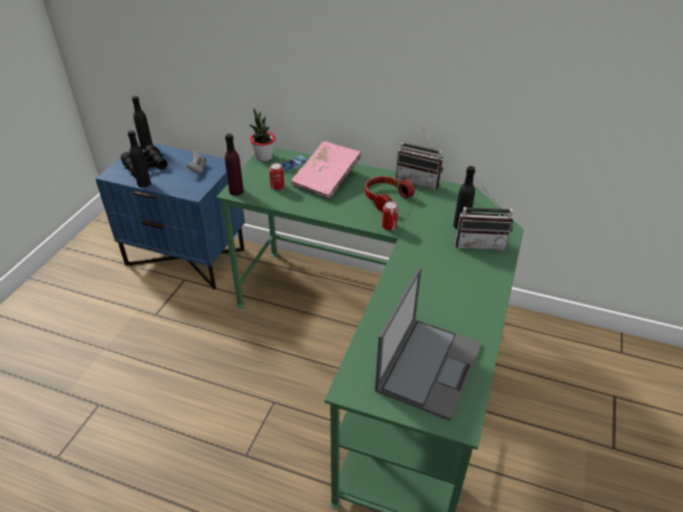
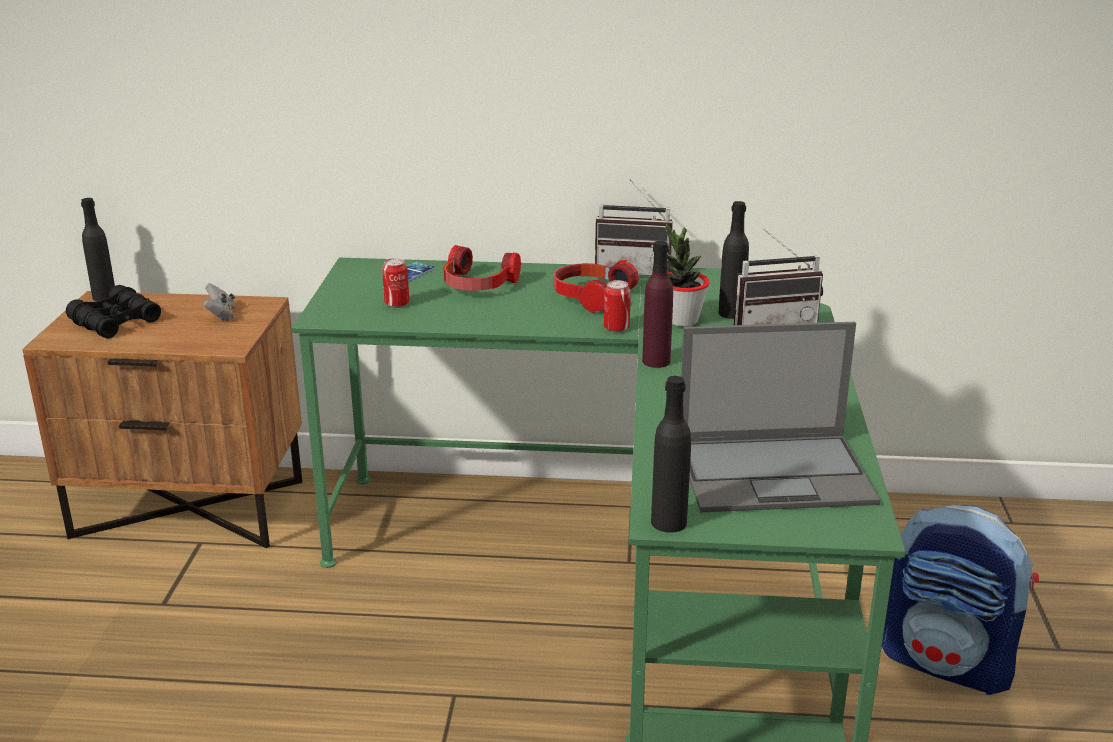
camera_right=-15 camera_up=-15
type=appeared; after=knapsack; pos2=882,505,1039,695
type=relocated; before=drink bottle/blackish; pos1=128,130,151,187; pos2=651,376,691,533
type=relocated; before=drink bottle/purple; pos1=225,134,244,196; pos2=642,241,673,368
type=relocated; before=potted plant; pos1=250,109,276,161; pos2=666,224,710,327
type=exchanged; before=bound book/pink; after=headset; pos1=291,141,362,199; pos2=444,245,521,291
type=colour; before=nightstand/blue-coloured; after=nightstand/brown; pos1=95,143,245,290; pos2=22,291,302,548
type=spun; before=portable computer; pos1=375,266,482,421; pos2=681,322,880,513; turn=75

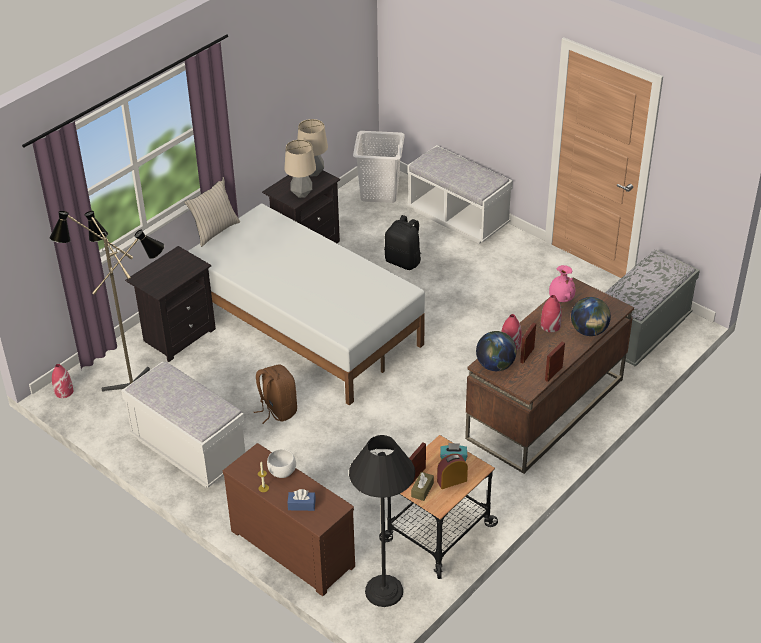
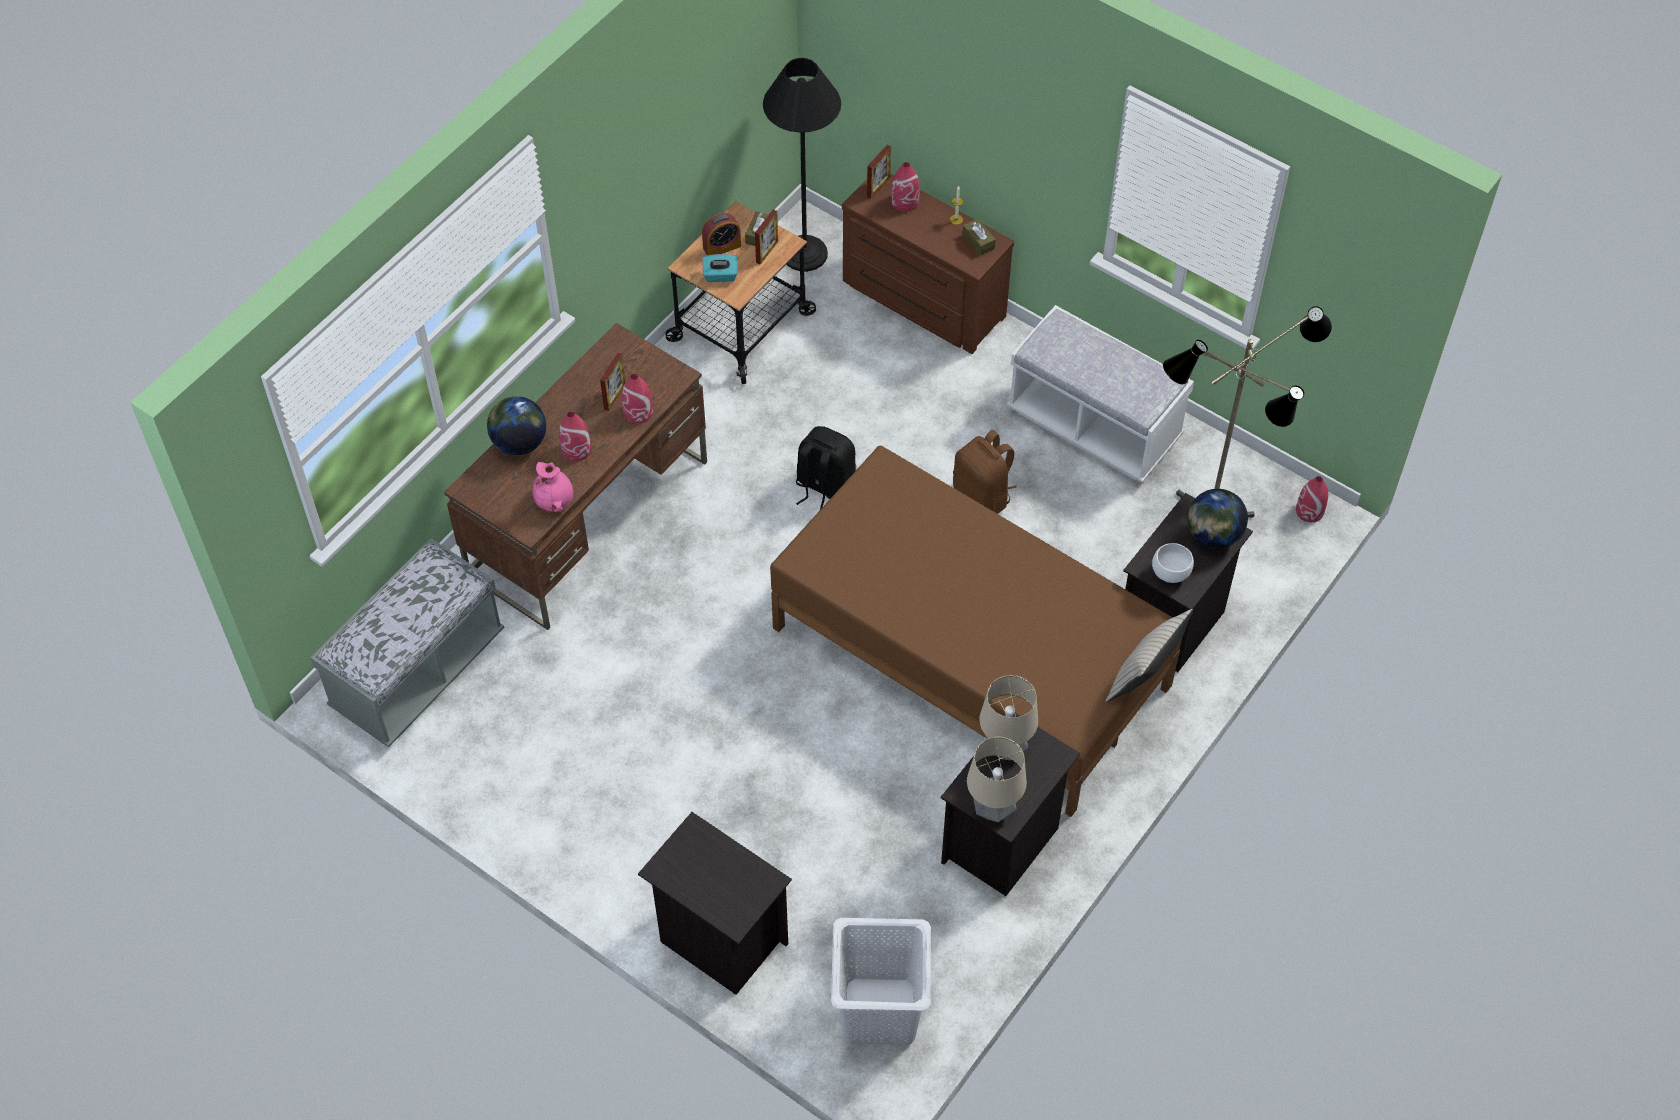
camera_right=175 camera_up=15
type=appeared; after=tissue box/brown; pos2=963,219,996,256
type=relocated; before=serving bowl/white; pos1=267,449,296,478; pos2=1152,543,1194,583
type=relocated; before=knapsack/blackish; pos1=384,215,421,270; pos2=796,426,856,510
type=relocated; before=world globe; pos1=476,331,517,371; pos2=1187,489,1248,548
type=relocated; before=standing frame; pos1=545,342,565,382; pos2=867,145,891,198
type=exchanged; before=tissue box/blue-coloured; after=flower vase/red; pos1=287,489,316,511; pos2=891,162,920,212
type=exchanged; before=bench/white; after=nightstand/blackish; pos1=408,145,513,244; pos2=638,812,792,995
type=colour; before=sleeping bed/white; after=sleeping bed/brown; pos1=188,203,425,406; pos2=770,446,1183,817

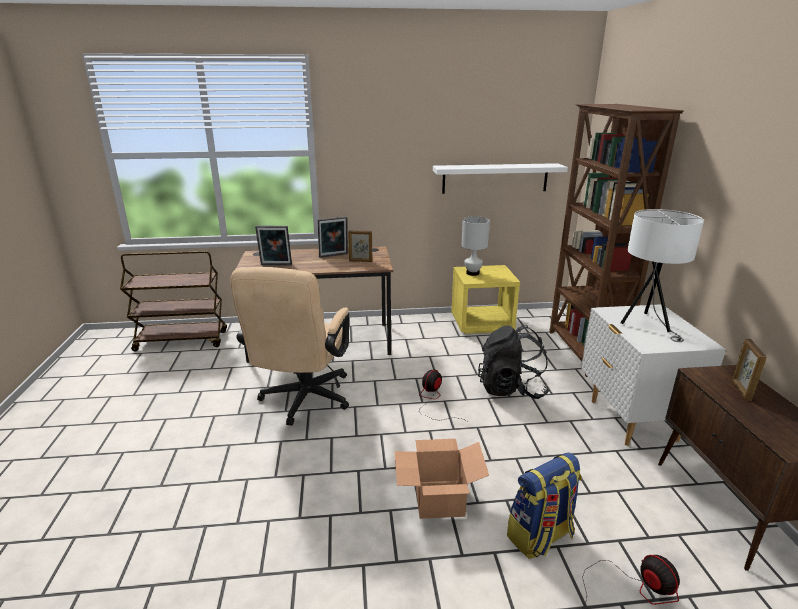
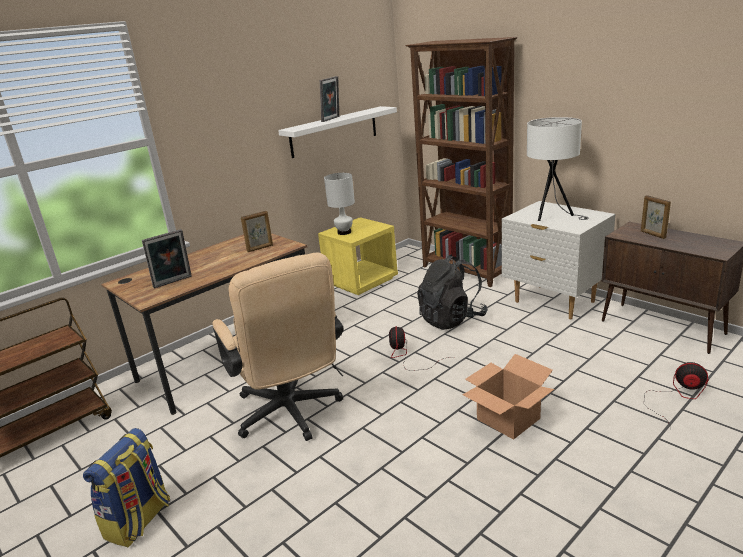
camera_right=-35 camera_up=0
type=relocated; before=standing frame; pos1=317,216,348,258; pos2=320,76,339,122
type=relocated; before=knapsack; pos1=507,453,582,559; pos2=83,428,170,547

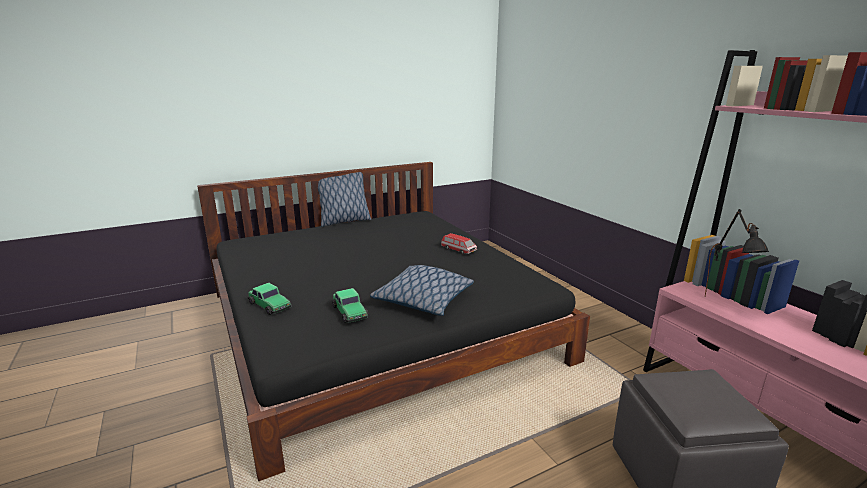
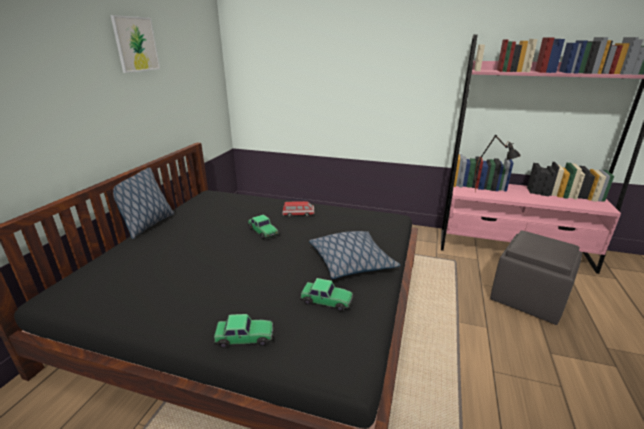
camera_right=-45 camera_up=5
type=appeared; after=picture; pos2=111,15,160,73
type=appeared; after=toy car; pos2=248,214,279,239

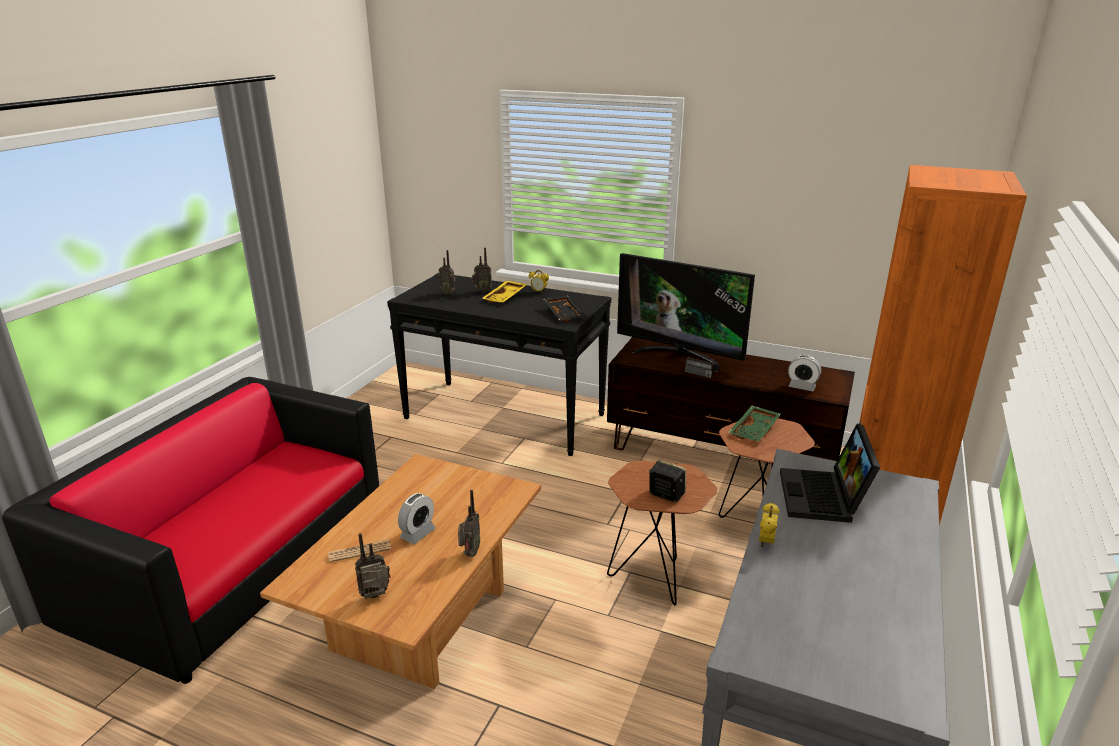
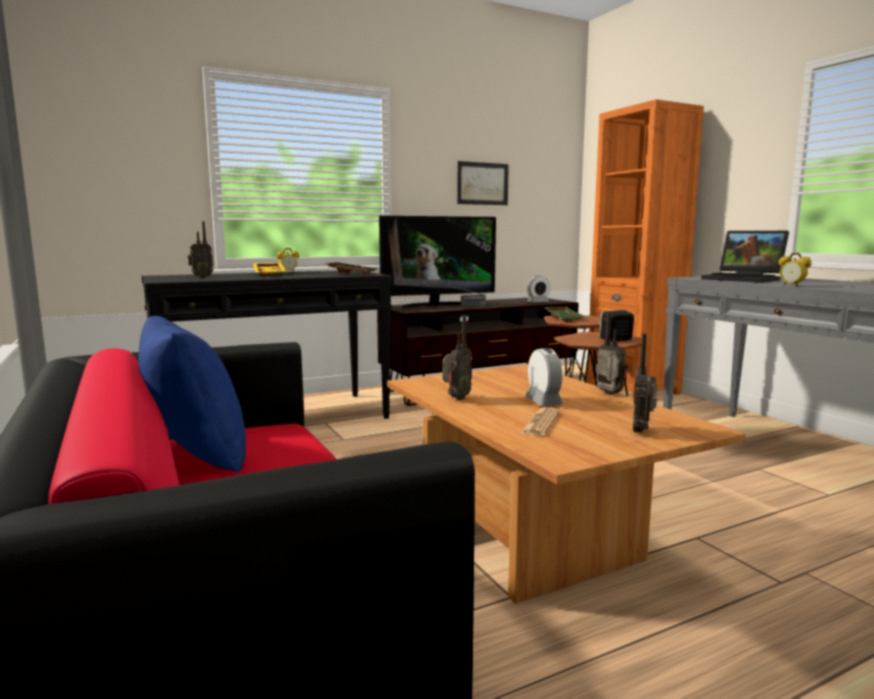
camera_right=-50 camera_up=-15
type=appeared; after=throw pillow/blue-coloured; pos2=139,316,246,474
type=appeared; after=picture; pos2=457,161,509,205
type=relocated; before=radio set; pos1=472,248,492,293; pos2=442,315,472,400

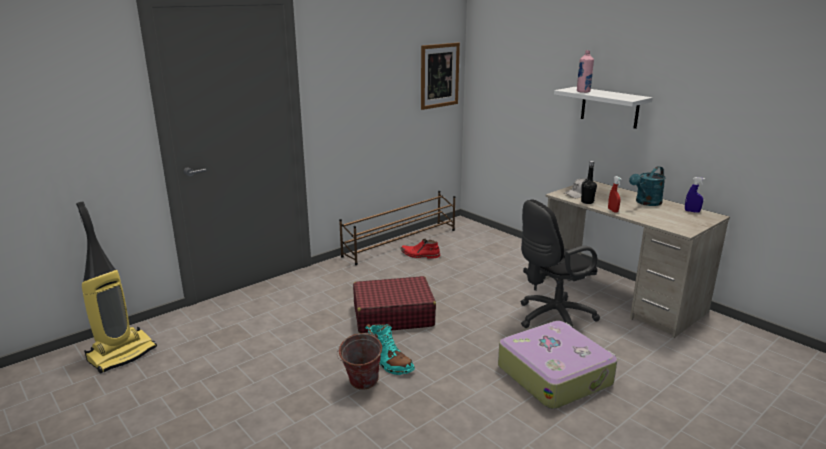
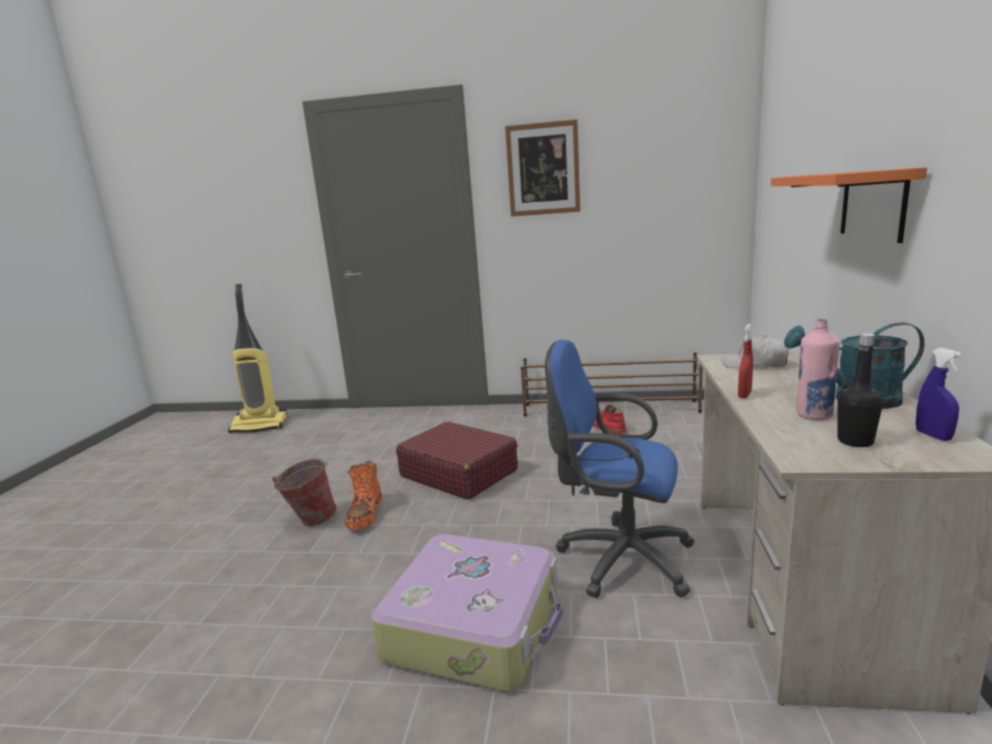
camera_right=50 camera_up=-5
type=relocated; before=picture; pos1=421,43,460,110; pos2=505,119,580,216
type=relocated; before=drink bottle/pink; pos1=577,50,594,93; pos2=796,319,840,420
type=relocated; before=drink bottle/blackish; pos1=581,161,597,204; pos2=838,333,883,447
type=colour; before=high-top boot/turquoise-coloured; after=high-top boot/orange-coloured; pos1=365,324,415,375; pos2=346,460,382,530
type=colour; before=office chair/blackish; after=office chair/blue-coloured; pos1=521,200,600,328; pos2=545,340,695,598
type=colour; before=wall shelf/white; after=wall shelf/orange-coloured; pos1=554,87,653,129; pos2=771,167,927,243

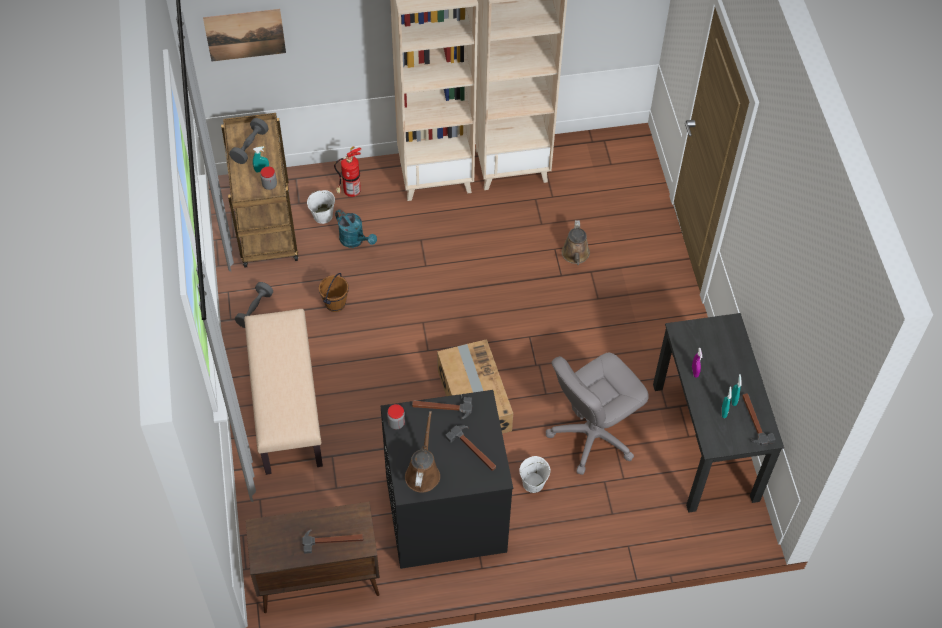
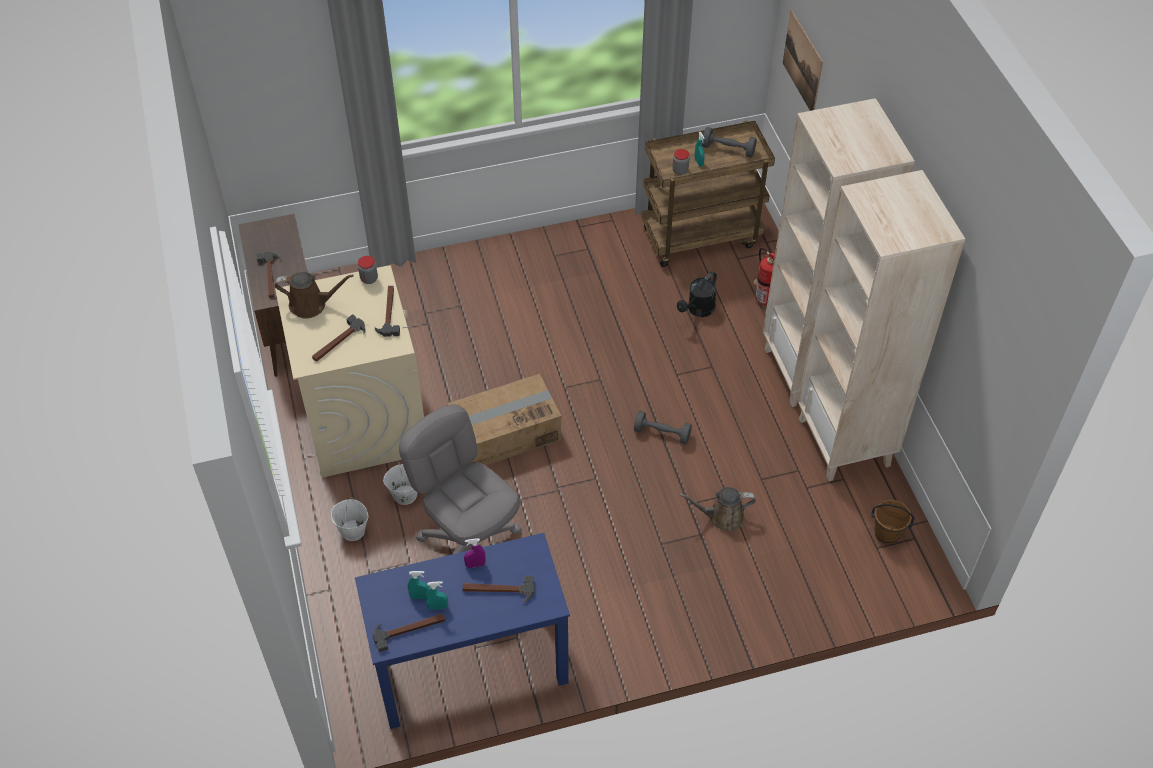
camera_right=85 camera_up=-5
type=missing; before=bench/beige-coloured; pos1=244,309,323,475
type=appeared; after=tool hammer; pos2=463,576,535,603
type=relocated; before=hand weight/greyish; pos1=235,282,273,328; pos2=634,411,692,444
type=relocated; before=bucket/white; pos1=307,190,335,224; pos2=331,497,369,541
type=relocated; before=bucket/brown; pos1=319,273,349,312; pos2=871,500,915,545
type=colour; before=watering can/turquoise-coloured; after=watering can/blackish; pos1=335,209,377,248; pos2=677,272,717,317
type=colour; before=laundry machine/blackish; after=laundry machine/beige-coloured; pos1=381,390,513,569; pos2=275,265,424,478
type=colour; before=desk table/blackish; after=desk table/blue-coloured; pos1=653,313,784,513; pos2=355,533,570,729

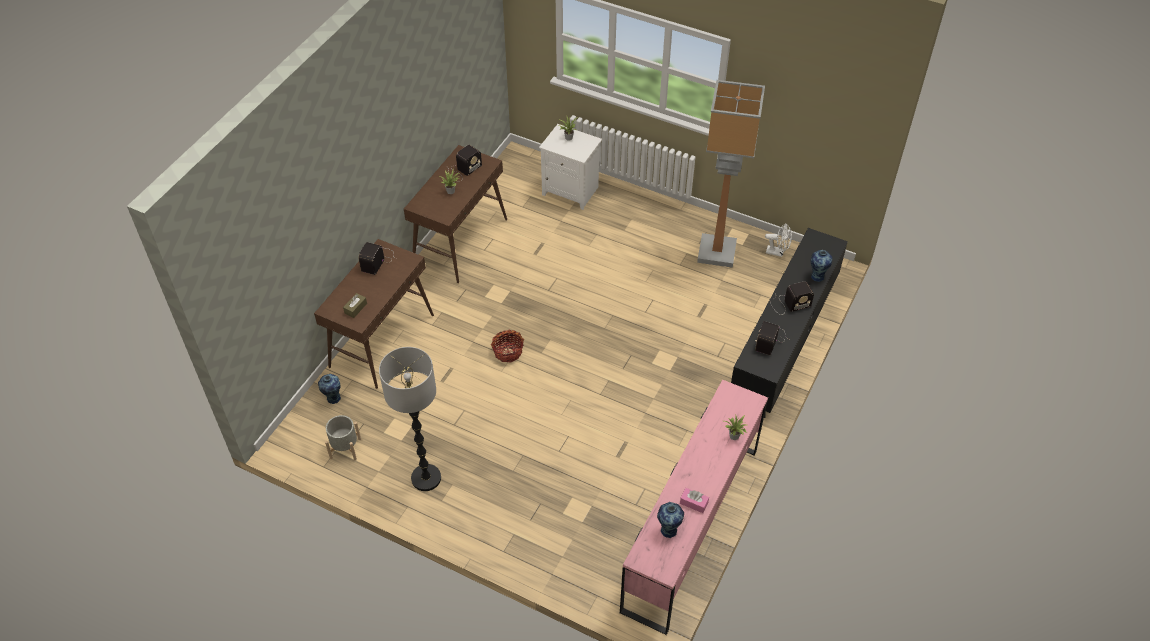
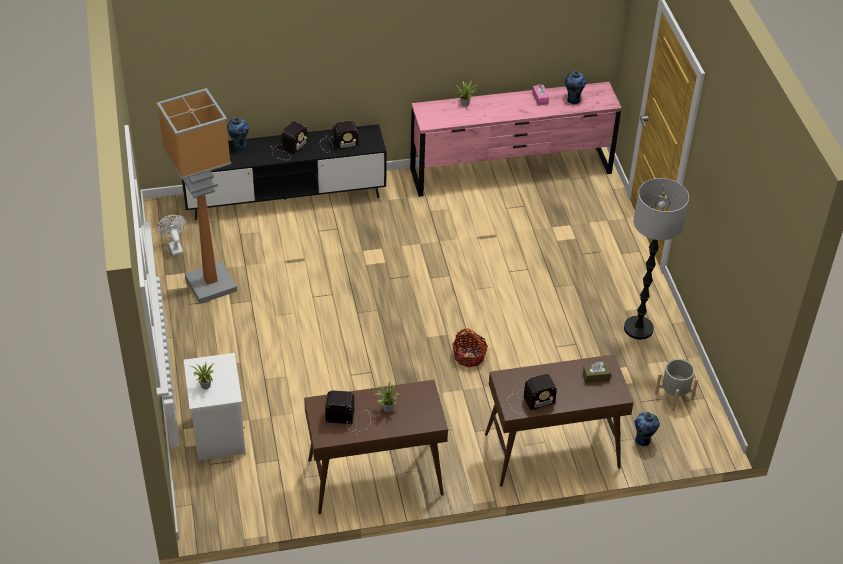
camera_right=-130 camera_up=-5
type=spun; before=radio set; pos1=771,281,814,315; pos2=272,121,308,160; turn=90

